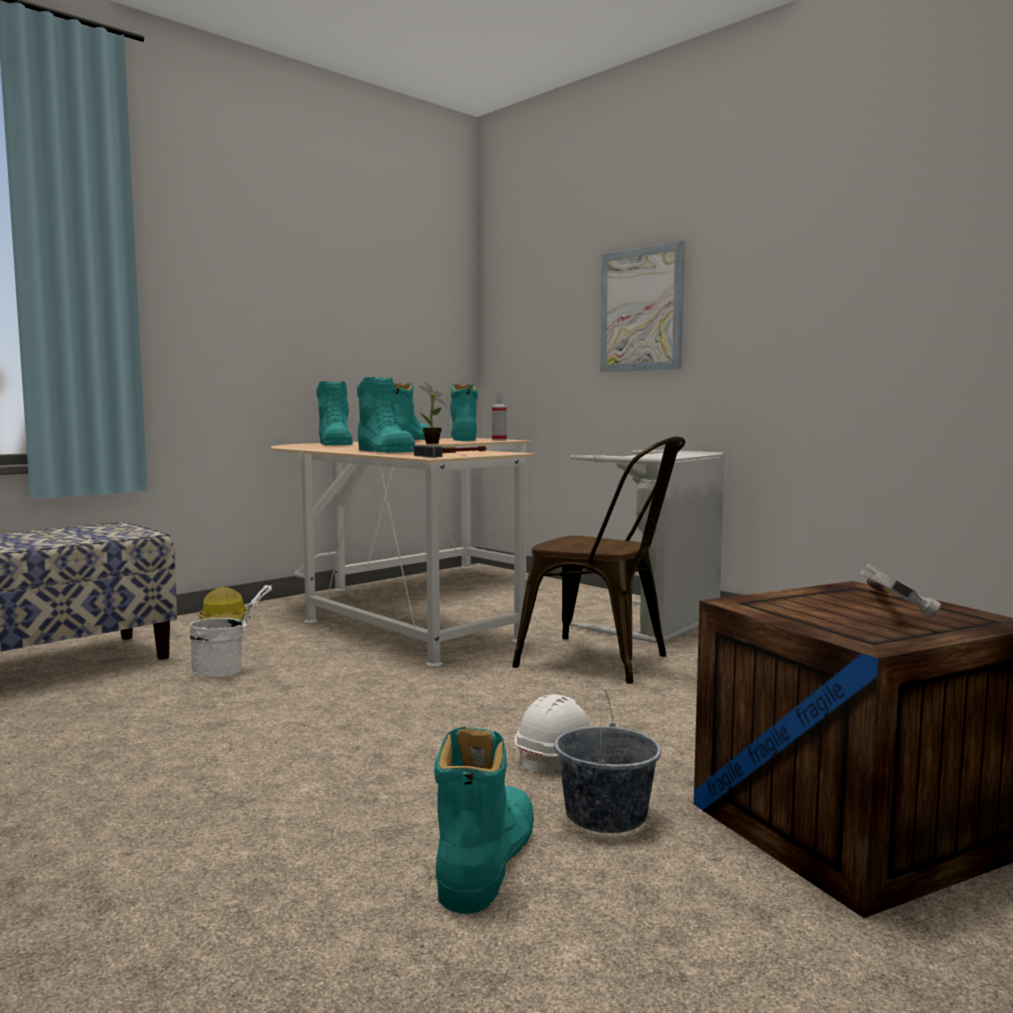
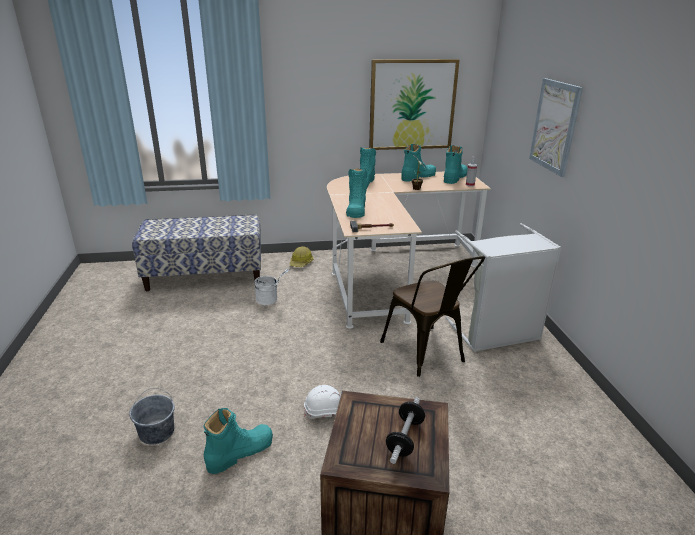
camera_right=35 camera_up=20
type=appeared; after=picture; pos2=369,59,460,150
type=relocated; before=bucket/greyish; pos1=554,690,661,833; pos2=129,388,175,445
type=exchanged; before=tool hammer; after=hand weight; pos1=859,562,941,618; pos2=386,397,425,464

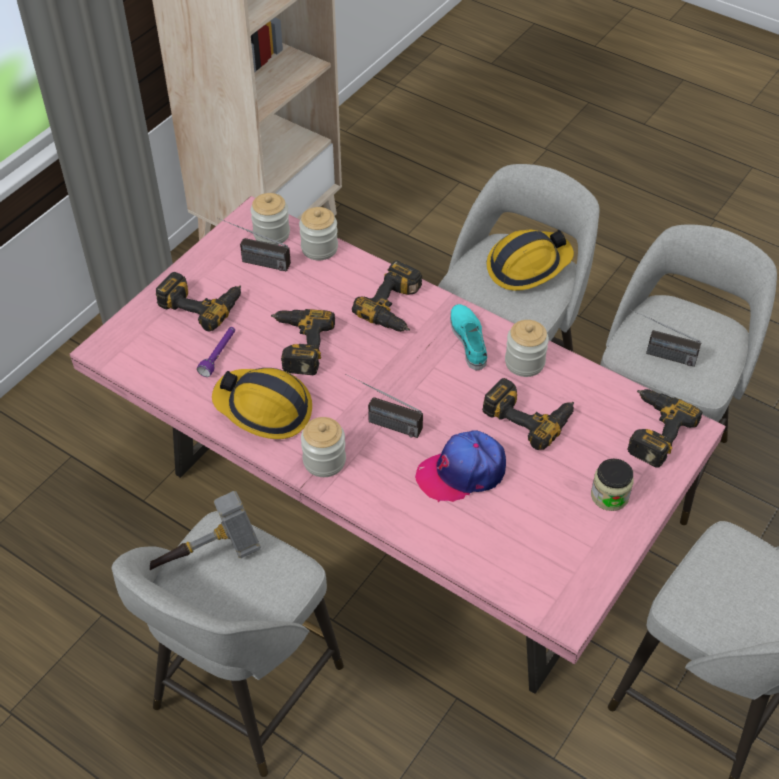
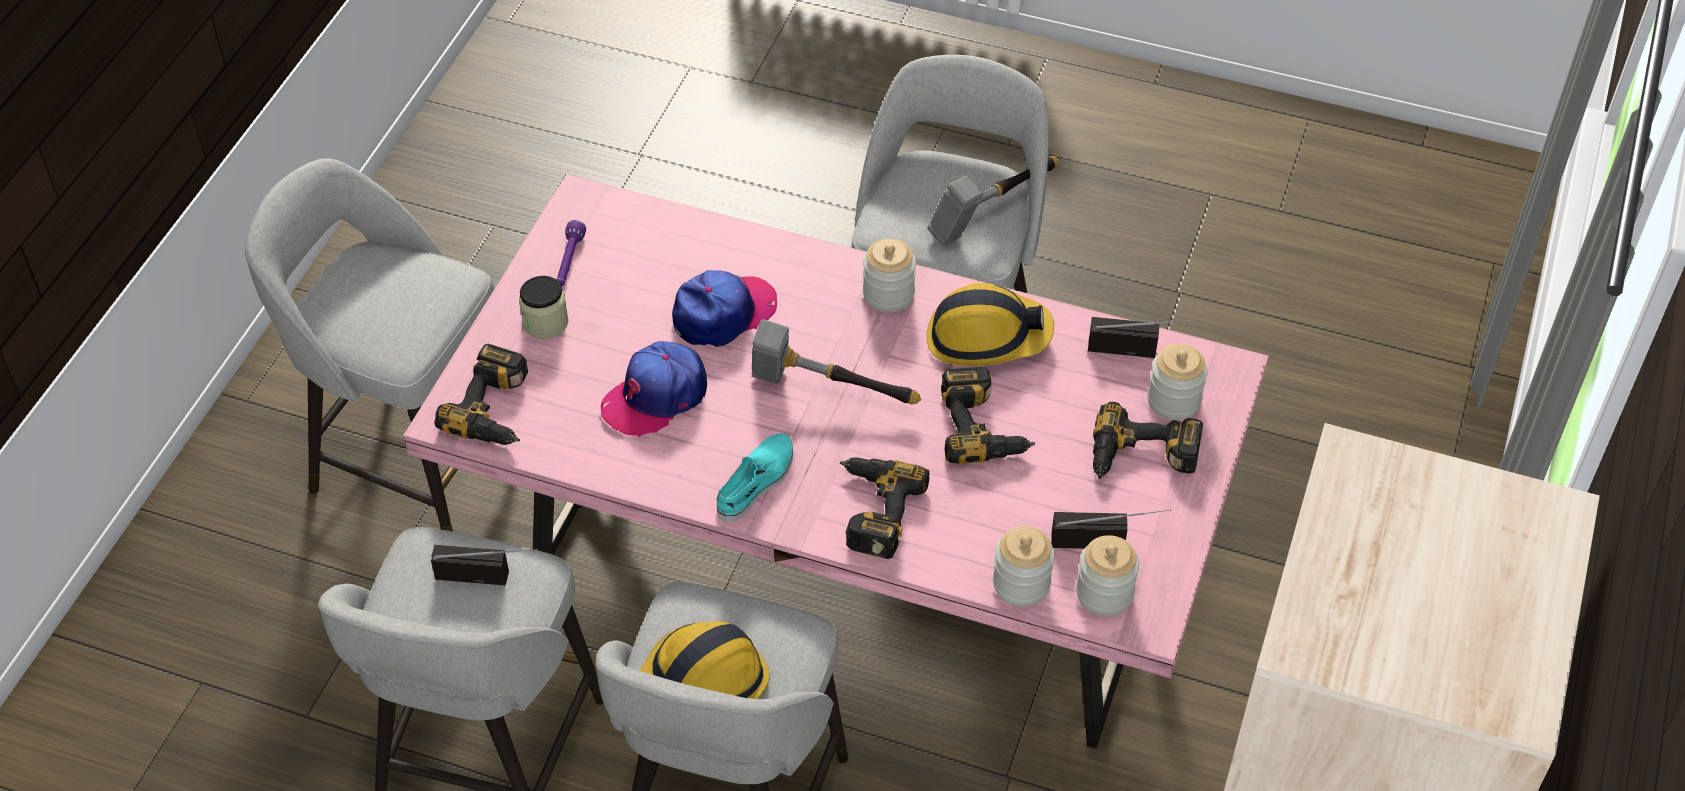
camera_right=165 camera_up=0
type=appeared; after=tool hammer; pos2=752,319,921,404
type=relocated; before=hand torch/purple; pos1=197,327,235,377; pos2=557,220,586,286
type=relocated; before=radio set; pos1=345,374,423,438; pos2=1088,317,1200,358
type=relocated; before=jar; pos1=505,320,549,377; pos2=1147,344,1208,420
type=exchanged; before=power drill; after=baseball cap; pos1=482,378,574,450; pos2=601,341,707,438
type=spun; before=low shoe/turquoise-coloured; pos1=450,304,487,370; pos2=716,433,793,522; turn=-120

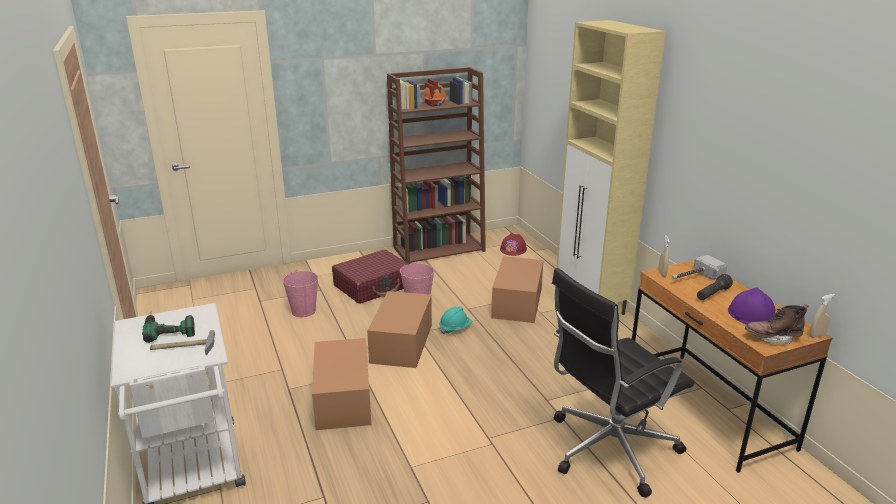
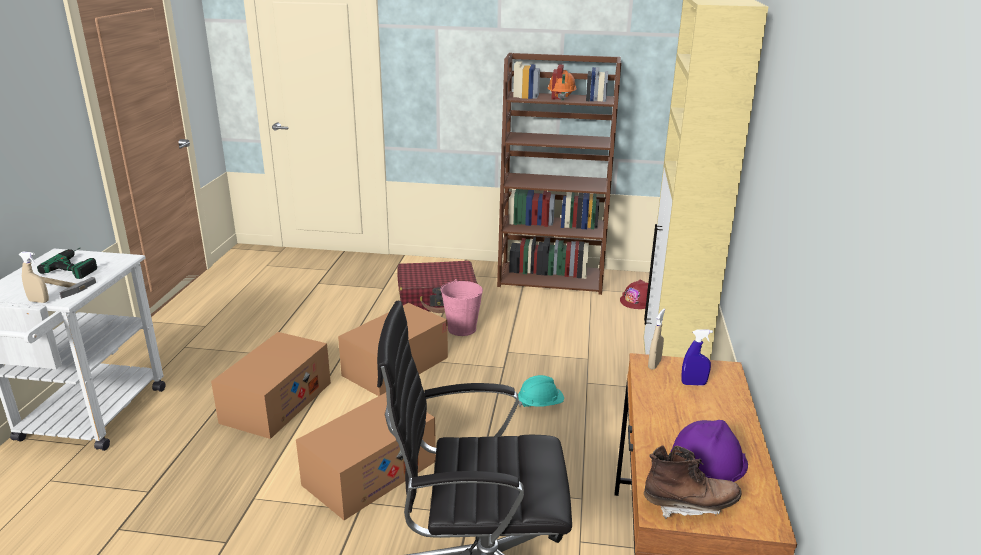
camera_right=30 camera_up=0
type=missing; before=bucket/pink; pos1=282,270,318,317
type=missing; before=hand torch/blackish; pos1=697,274,733,300
type=relocated; before=work helmet/turquoise-coloured; pos1=439,307,472,334; pos2=518,375,564,407
type=relocated; before=packing box; pos1=491,256,544,323; pos2=296,393,436,520
type=relocated; before=spray bottle/beige-coloured; pos1=809,294,835,338; pos2=19,251,49,303
type=exchanged; before=tool hammer; after=spray bottle/blue-coloured; pos1=672,255,727,280; pos2=681,329,713,386
type=spun; before=high-top boot/brown; pos1=745,304,808,344; pos2=644,445,742,519; turn=150

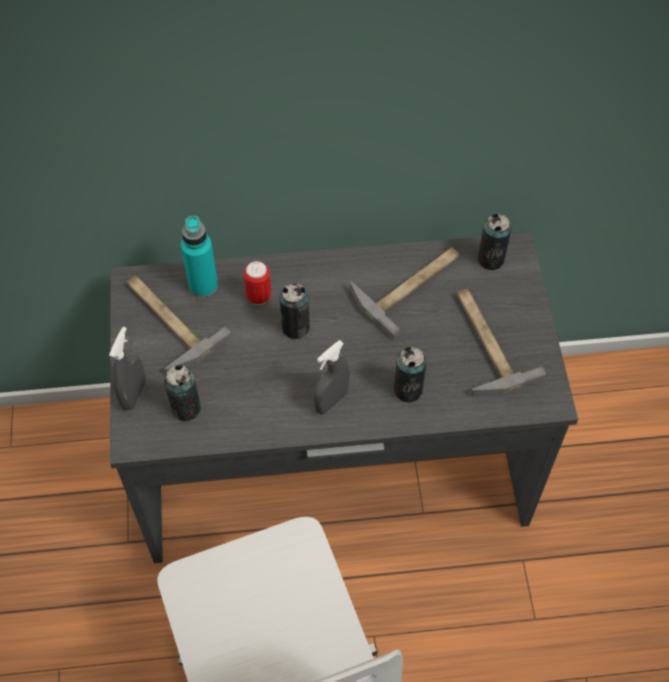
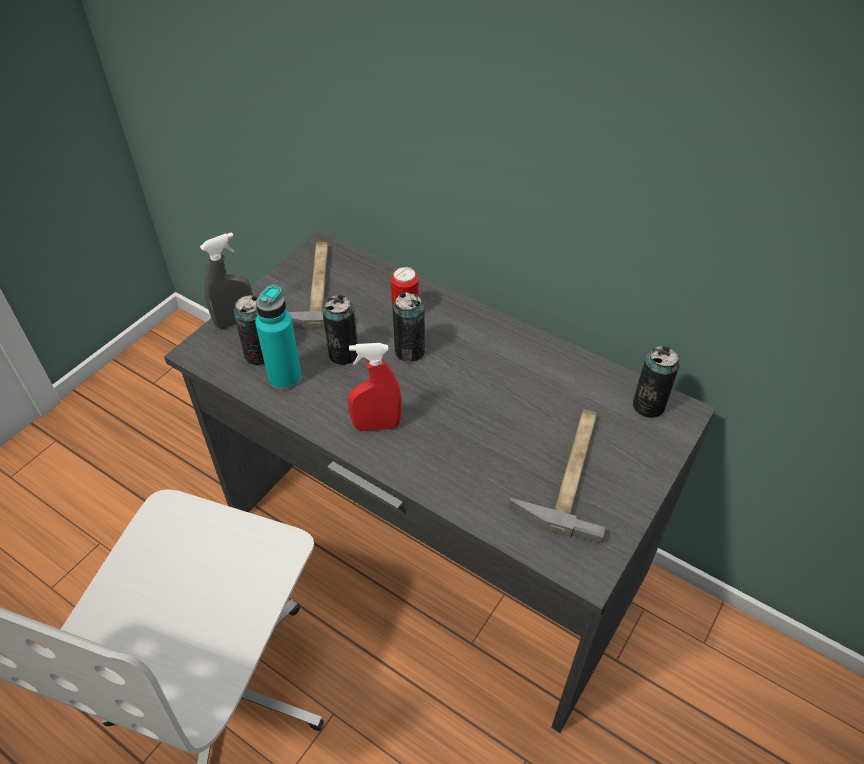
camera_right=40 camera_up=-10
type=missing; before=tool hammer; pos1=350,247,460,339
type=relocated; before=drink bottle/turquoise-coloured; pos1=181,216,218,298; pos2=255,285,302,390
type=relocated; before=sealed can; pos1=393,347,426,402; pos2=322,295,358,365
type=colour; before=spray bottle/greyish; after=spray bottle/red; pos1=313,340,350,414; pos2=348,343,402,431

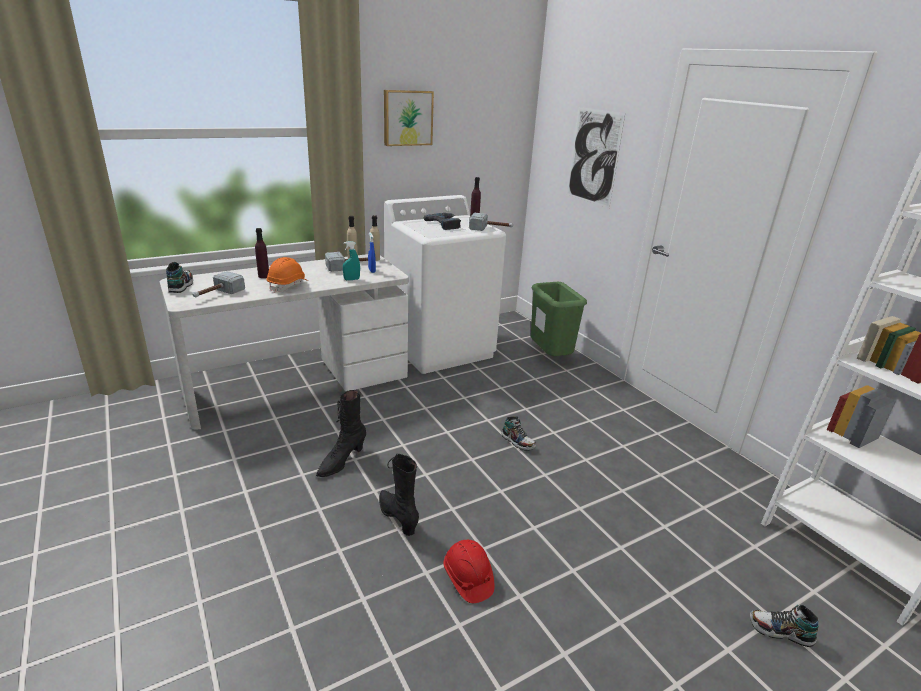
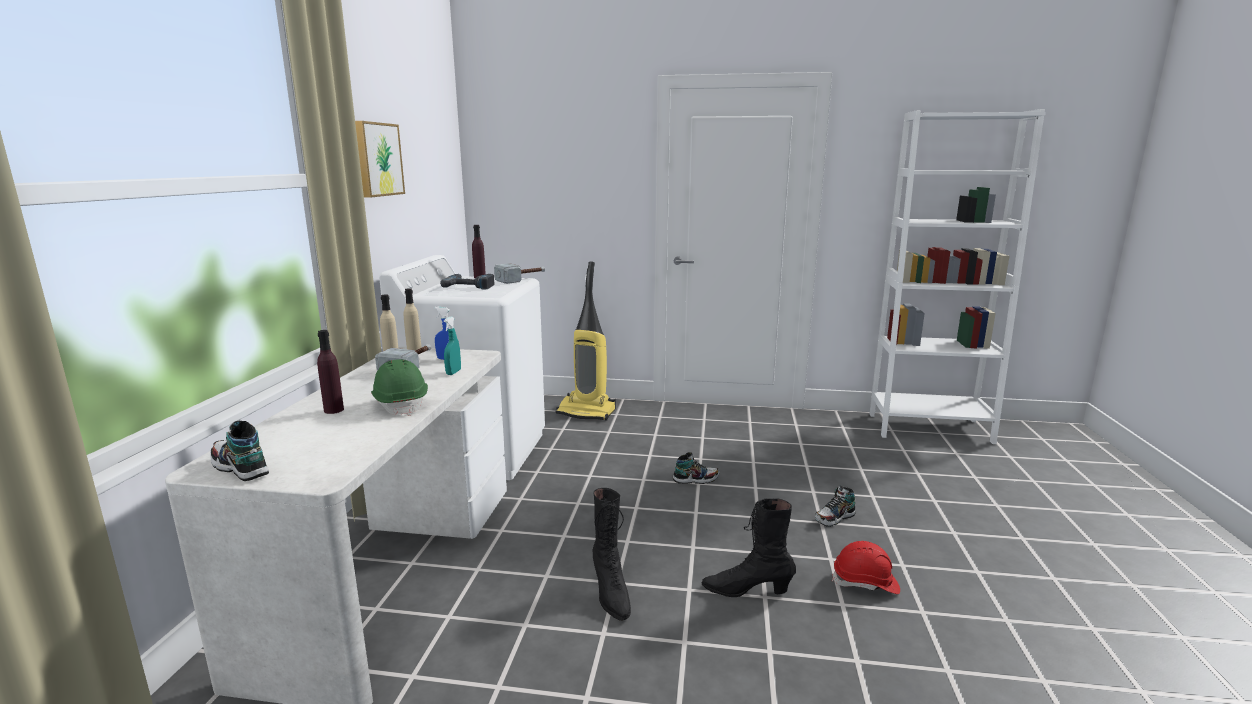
camera_right=-50 camera_up=-10
type=missing; before=tool hammer; pos1=193,271,245,298
type=missing; before=picture; pos1=567,107,625,208
type=relocated; before=low shoe; pos1=750,605,818,647; pos2=815,485,856,527
type=exchanged; before=trash can/green-coloured; after=vacuum cleaner; pos1=531,282,587,356; pos2=556,261,616,421
type=colour; before=work helmet/orange-coloured; after=work helmet/green-coloured; pos1=267,257,309,293; pos2=371,359,428,416

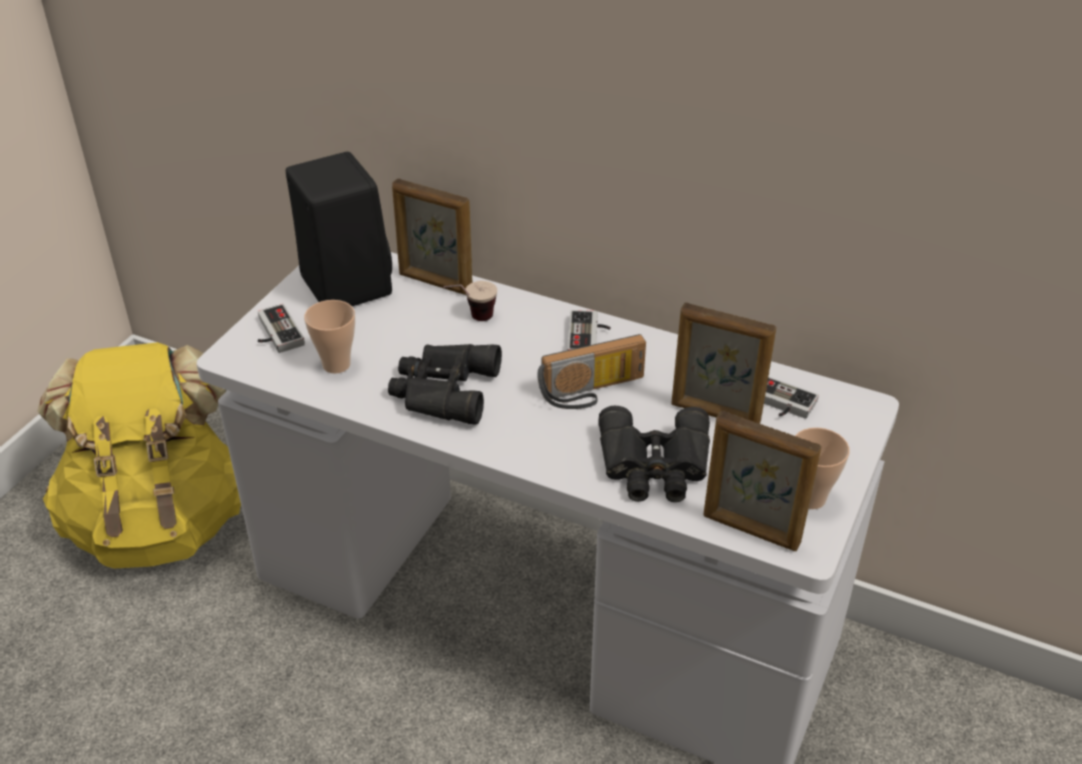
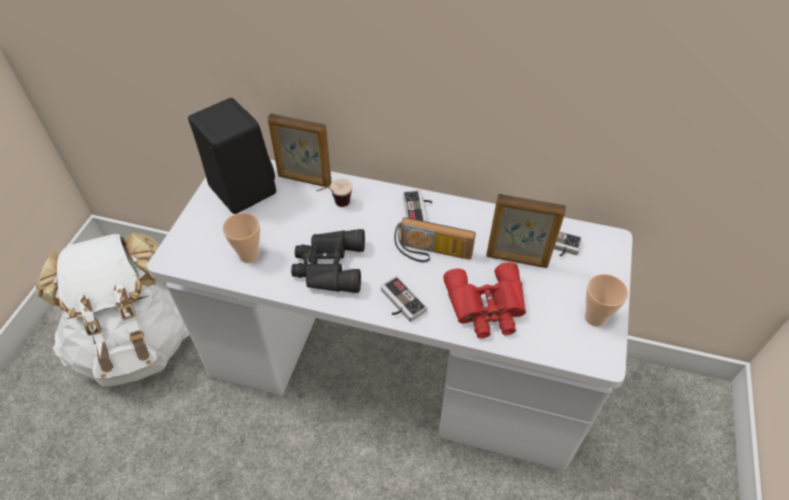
camera_right=-10 camera_up=10
type=missing; before=standing frame; pos1=703,411,822,551
type=relocated; before=gamepad; pos1=258,304,305,353; pos2=381,276,427,322
type=colour; before=knapsack/yellow-coloured; after=knapsack/white; pos1=37,342,241,568; pos2=36,233,189,386
type=colour; before=pair of binoculars/blackish; after=pair of binoculars/red; pos1=598,406,710,502; pos2=443,262,526,339
type=spun; before=radio set; pos1=537,334,646,409; pos2=394,218,476,263; turn=45

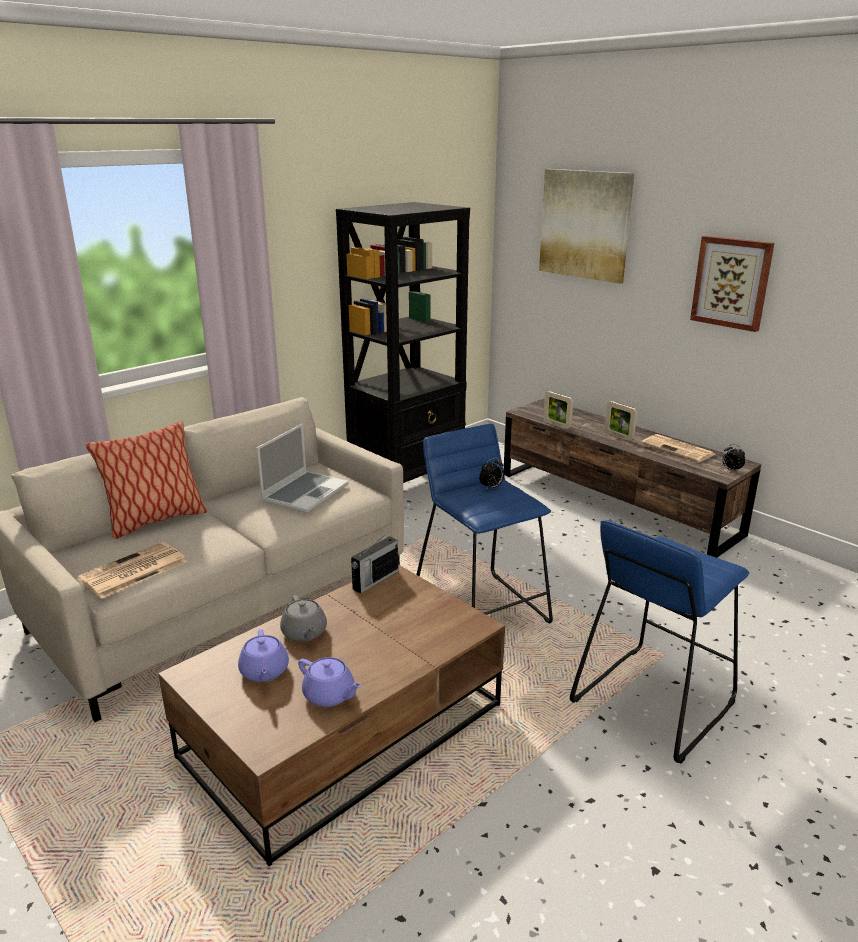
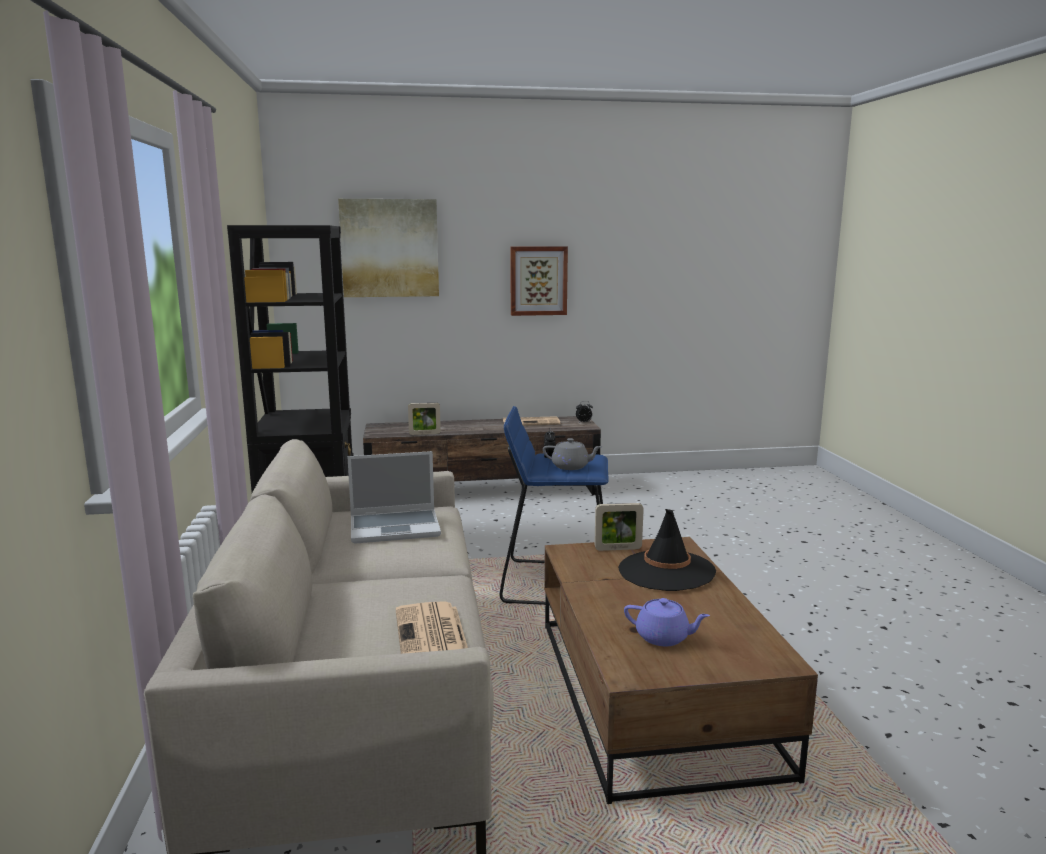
camera_right=-55 camera_up=-10
type=missing; before=throw pillow; pos1=85,421,207,539
type=missing; before=pot for tea/purple; pos1=298,657,362,707
type=missing; before=radio set; pos1=351,533,398,593
type=missing; before=sitting stool/blue-coloured; pos1=570,520,749,763
type=appeared; after=wearable hat/blackish; pos2=618,509,716,591
type=relocated; before=pot for tea/greyish; pos1=280,595,327,642; pos2=543,438,603,470
type=relocated; before=standing frame; pos1=604,401,637,441; pos2=594,503,644,551
type=spun; before=portable computer; pos1=257,424,348,513; pos2=347,451,441,544; turn=105

